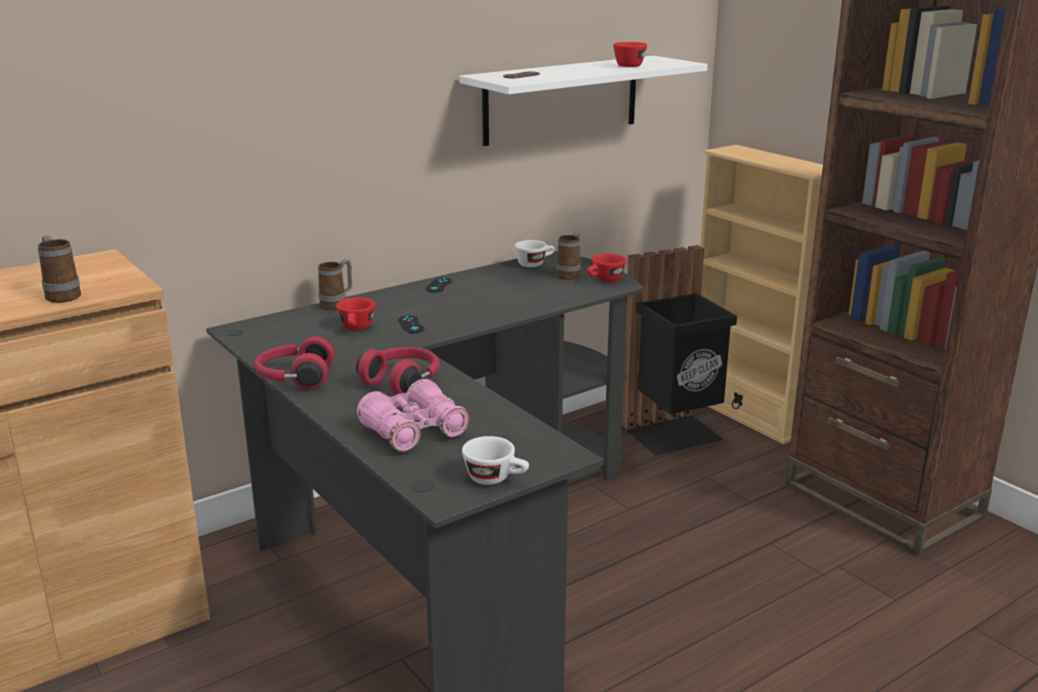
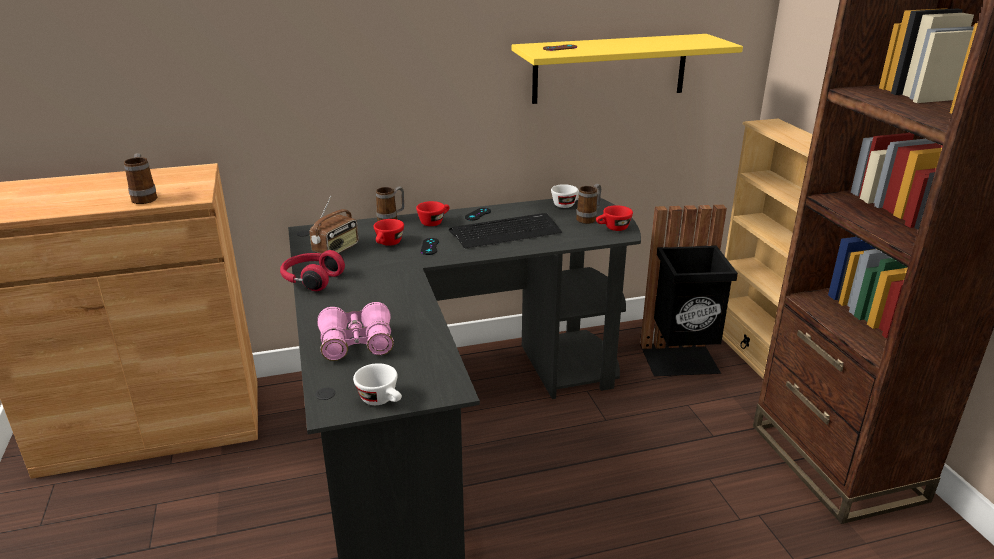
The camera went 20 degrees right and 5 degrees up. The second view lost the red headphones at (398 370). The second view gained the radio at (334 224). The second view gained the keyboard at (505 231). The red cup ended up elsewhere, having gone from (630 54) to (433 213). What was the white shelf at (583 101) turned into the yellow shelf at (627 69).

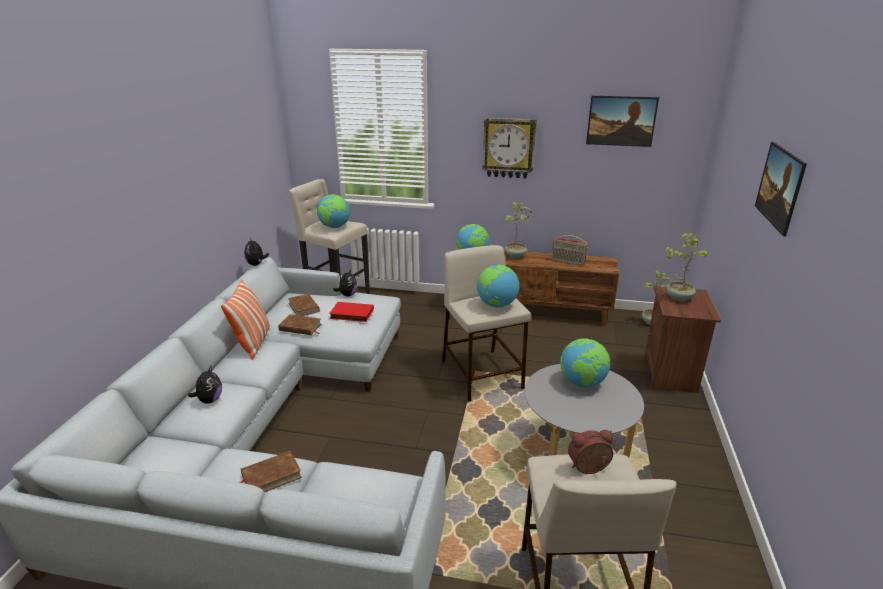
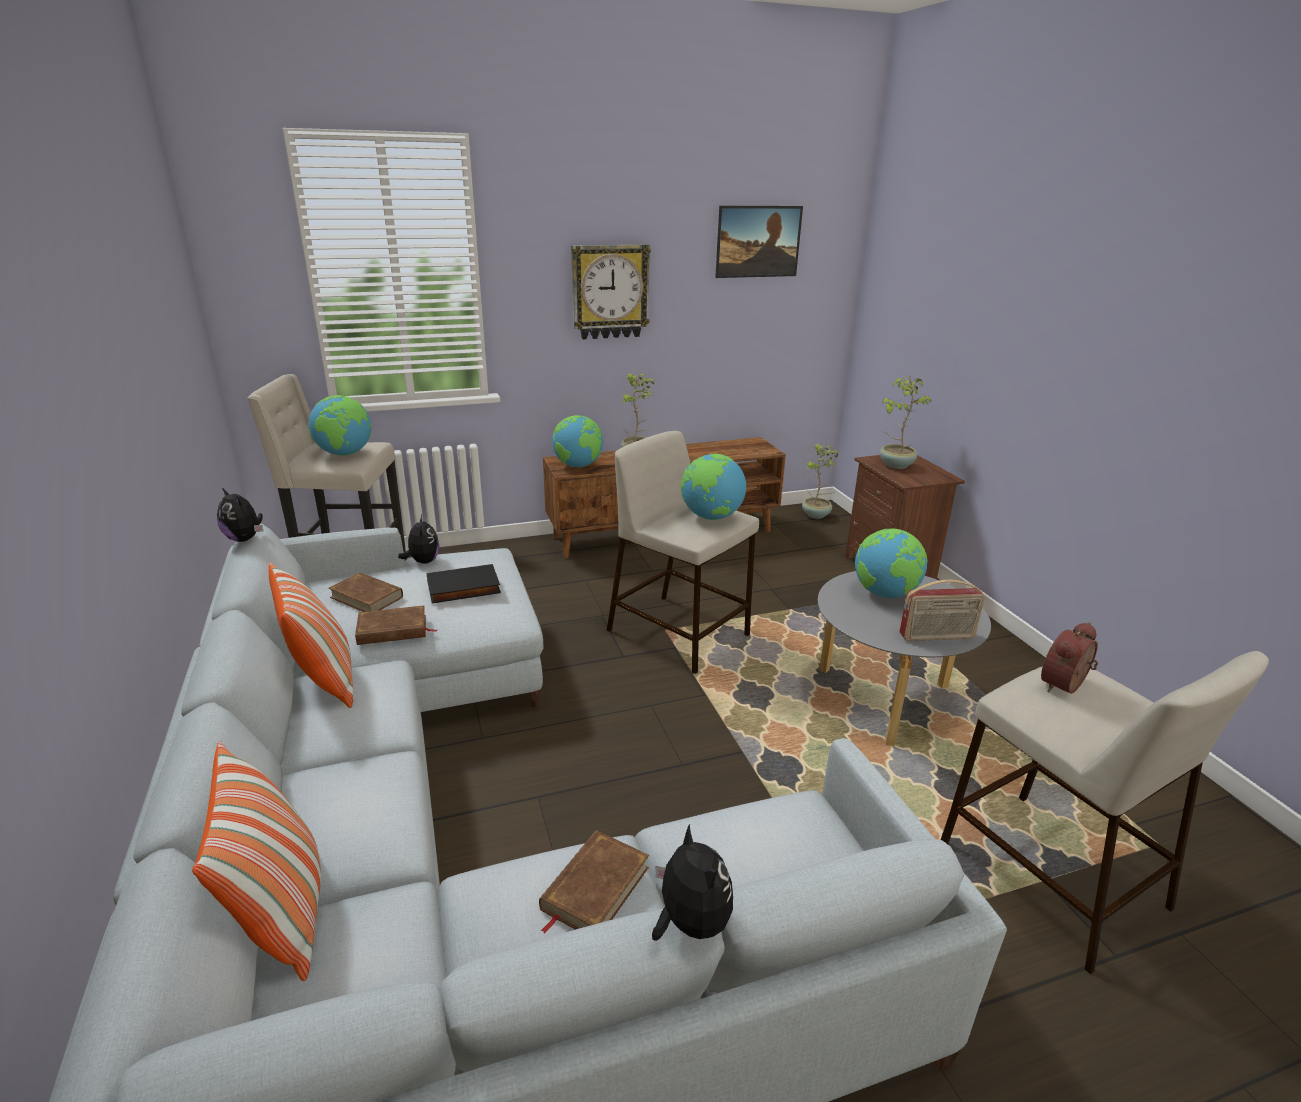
The camera went 30 degrees left and 0 degrees up. The second view lost the picture at (781 189). The second view gained the pillow at (256 861). The plush toy ended up elsewhere, having gone from (205 385) to (692 882). The radio ended up elsewhere, having gone from (570 250) to (942 610). What was the red book at (351 312) turned into the black book at (464 584).

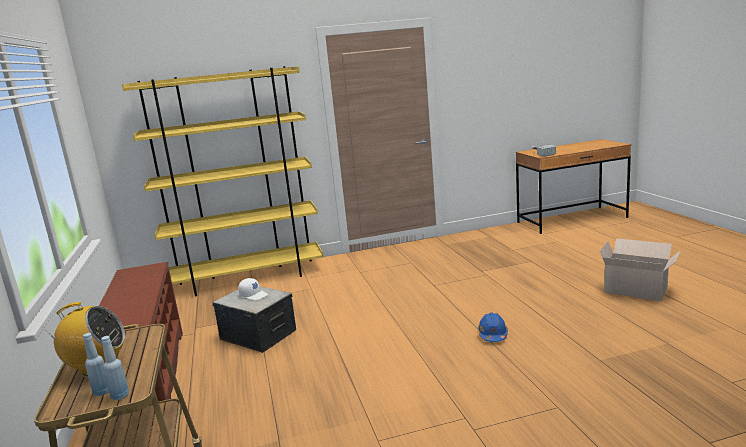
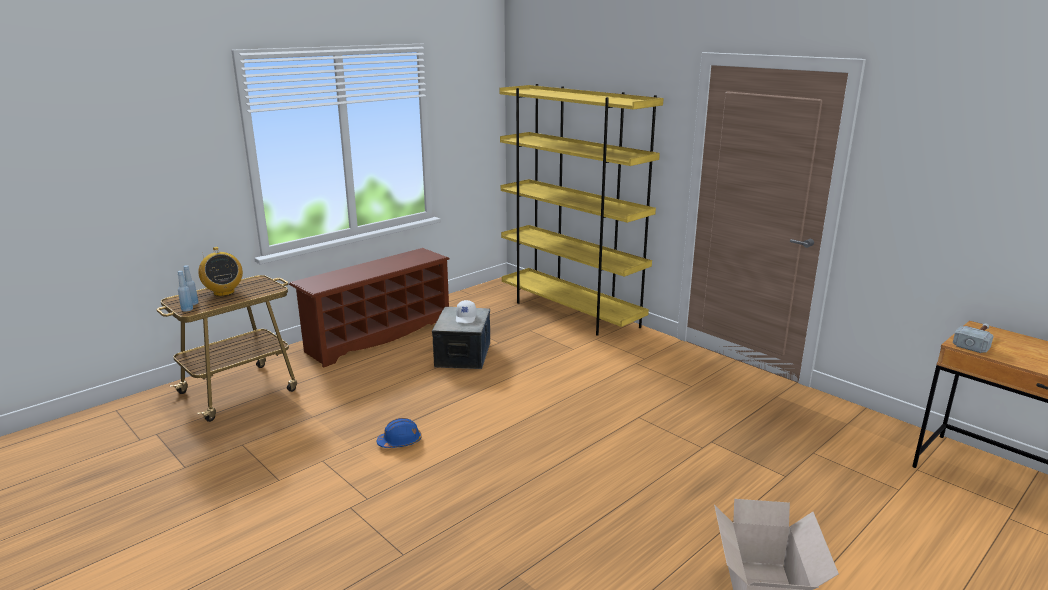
The camera went 60 degrees right and 5 degrees up. The blue hard hat ended up elsewhere, having gone from (492 327) to (399 433).

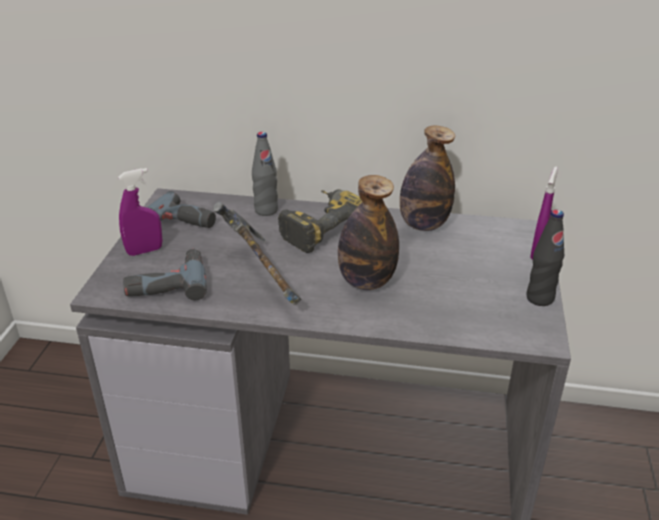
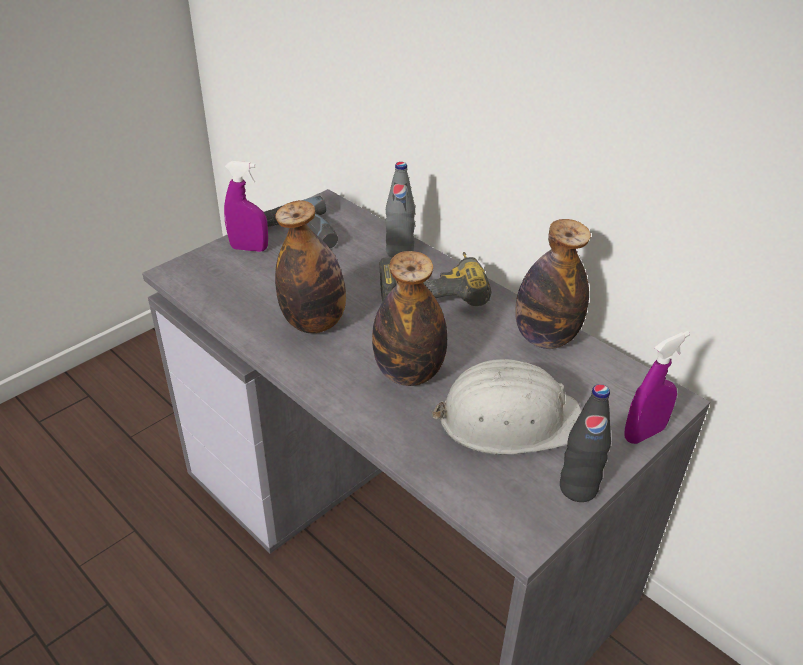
The camera went 35 degrees right and 5 degrees up. The second view lost the power drill at (165 274). The second view gained the white hard hat at (506 407). Where the hammer stood at (257 253), the bottle came to stand at (310 266).

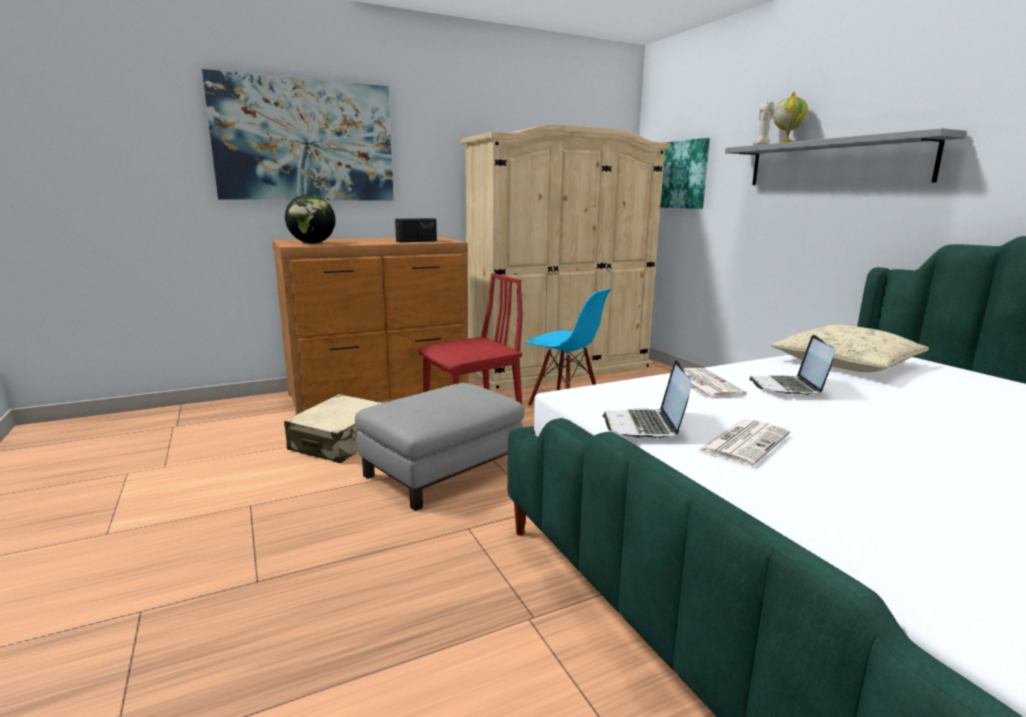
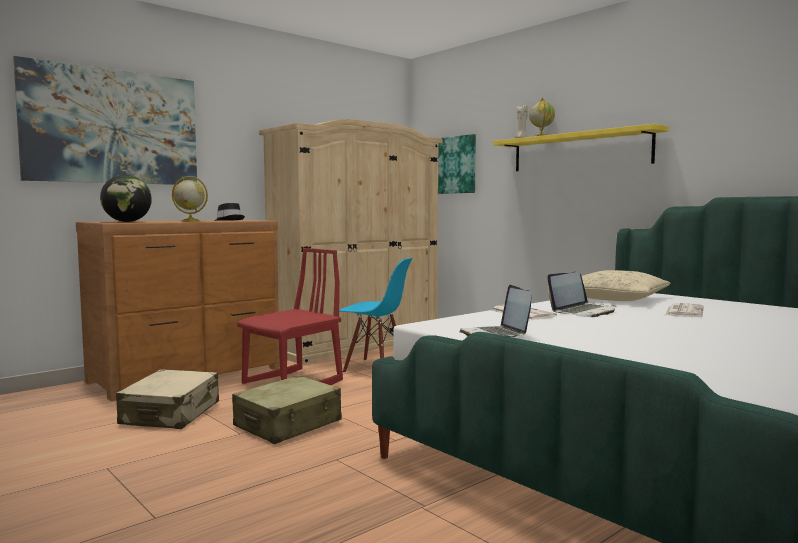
The camera went 15 degrees left and 10 degrees down. The second view gained the globe at (190 199). The newspaper ended up elsewhere, having gone from (744 443) to (684 310). Where the grey ottoman stood at (439 447), the beige suitcase came to stand at (287 409). Where the radio stood at (416 230), the black hat came to stand at (229 212). What was the grey shelf at (845 156) turned into the yellow shelf at (581 147). The laptop at (792 365) ended up facing another way, 120 degrees counterclockwise from before.

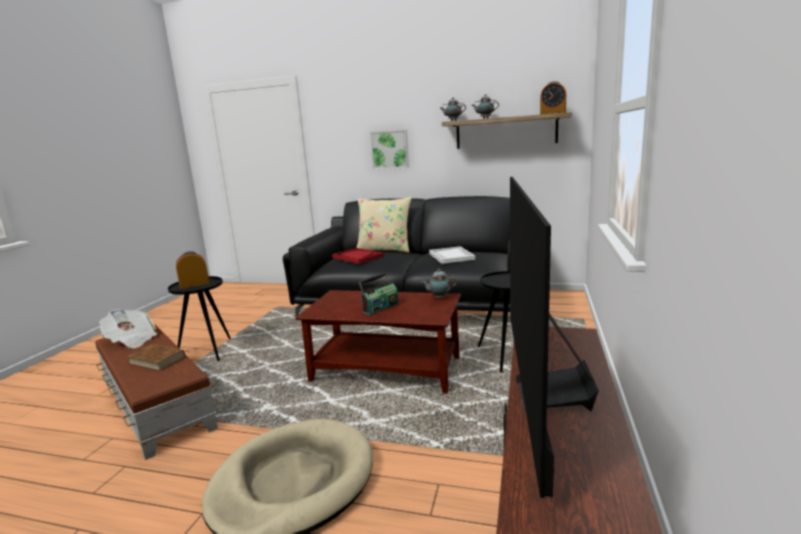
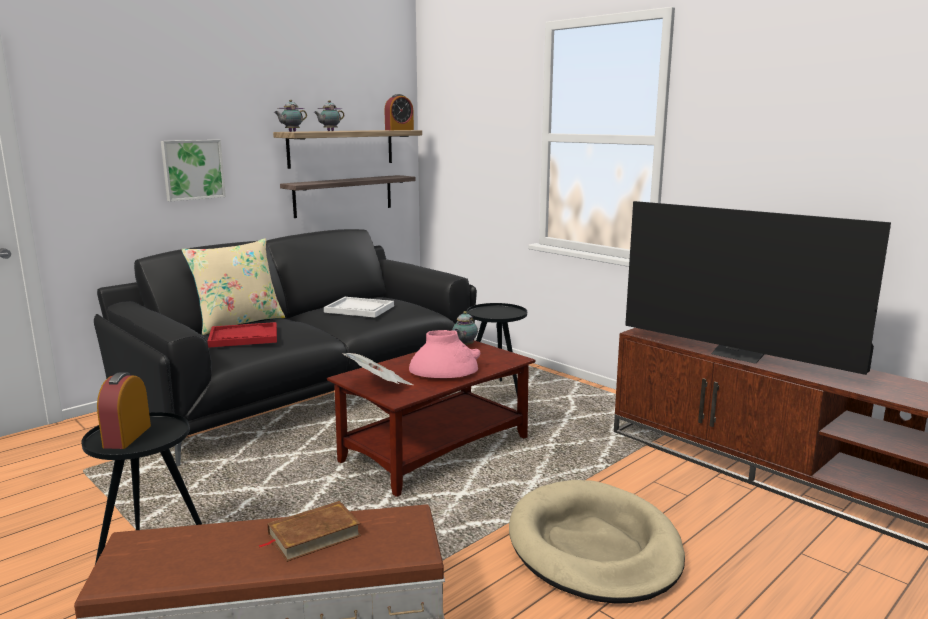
The camera went 60 degrees left and 0 degrees up. The second view gained the shelf at (348 196). The newspaper ended up elsewhere, having gone from (128 328) to (377 369). Where the radio stood at (379 294), the pink vase came to stand at (444 354).

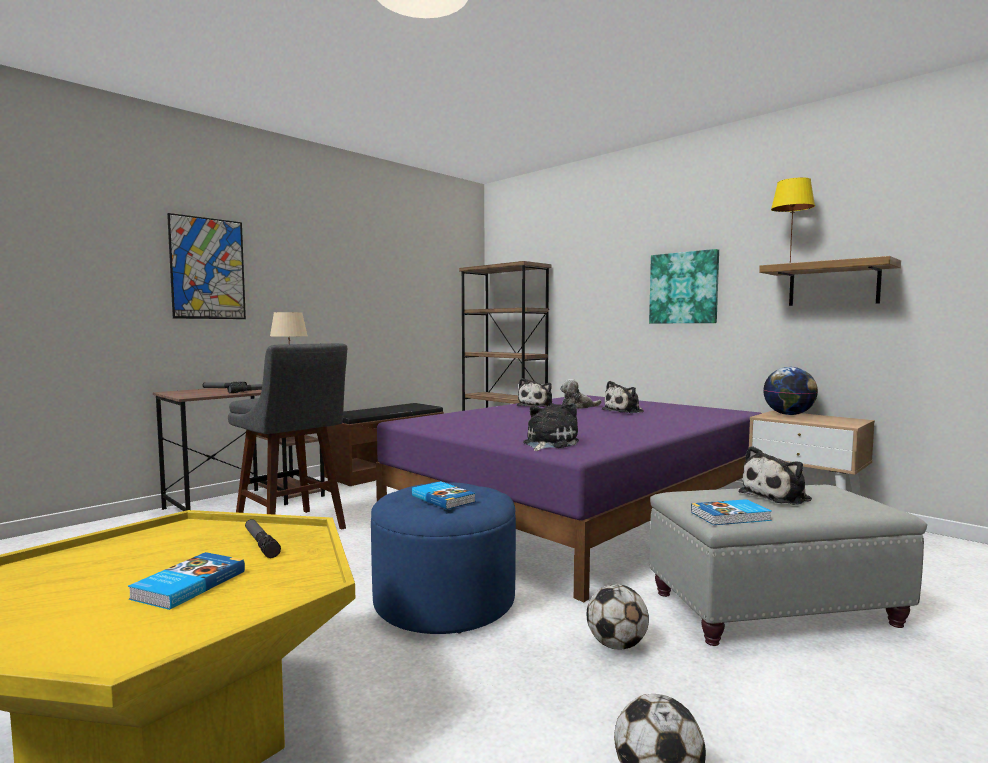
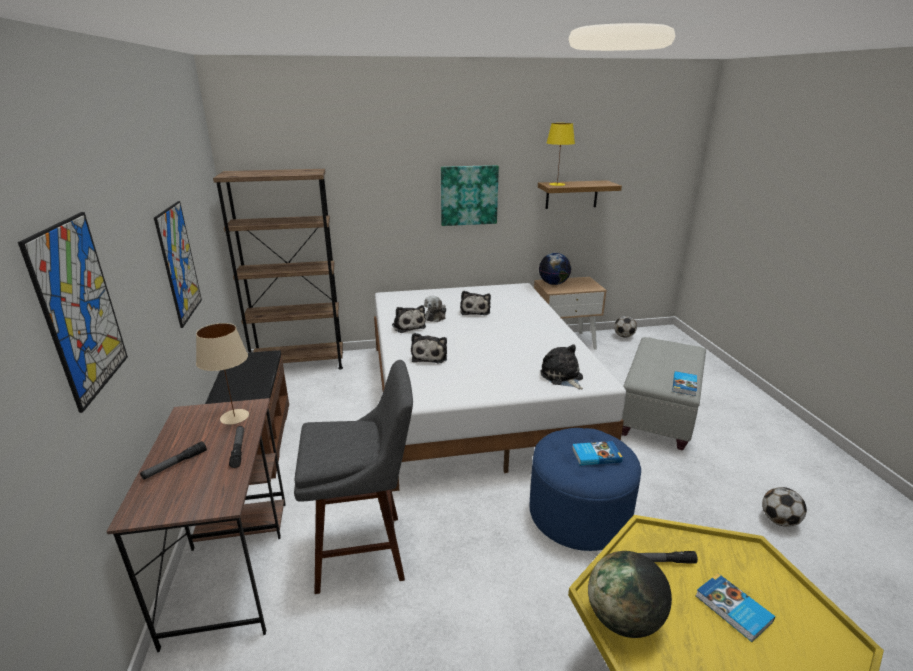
The camera went 55 degrees left and 20 degrees up. The second view gained the picture at (178 264). The second view gained the globe at (630 594). The football ended up elsewhere, having gone from (618 617) to (625 327). The plush toy ended up elsewhere, having gone from (775 475) to (429 348). What was the purple bed at (569 498) turned into the white bed at (500 387).

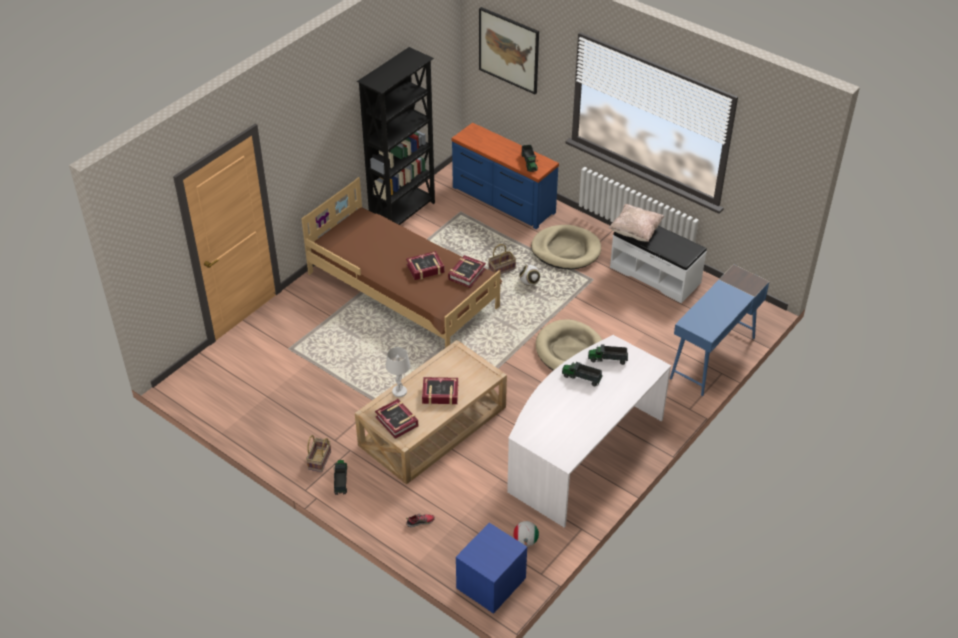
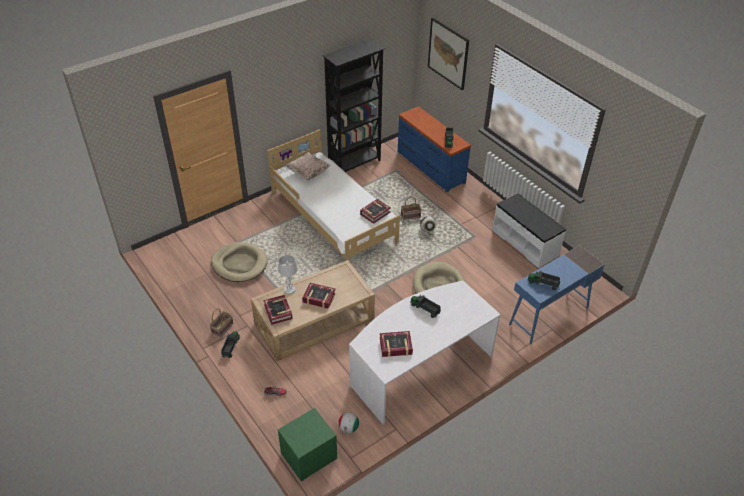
The camera went 15 degrees right and 0 degrees up. The book ended up elsewhere, having gone from (425 265) to (396 344). The beige dog bed ended up elsewhere, having gone from (566 247) to (239 262). The toy truck ended up elsewhere, having gone from (608 355) to (544 280). The beige pillow ended up elsewhere, having gone from (637 223) to (308 166). What was the brown bed at (401 262) turned into the white bed at (334 195). What was the blue nightstand at (491 568) turned into the green nightstand at (307 444).

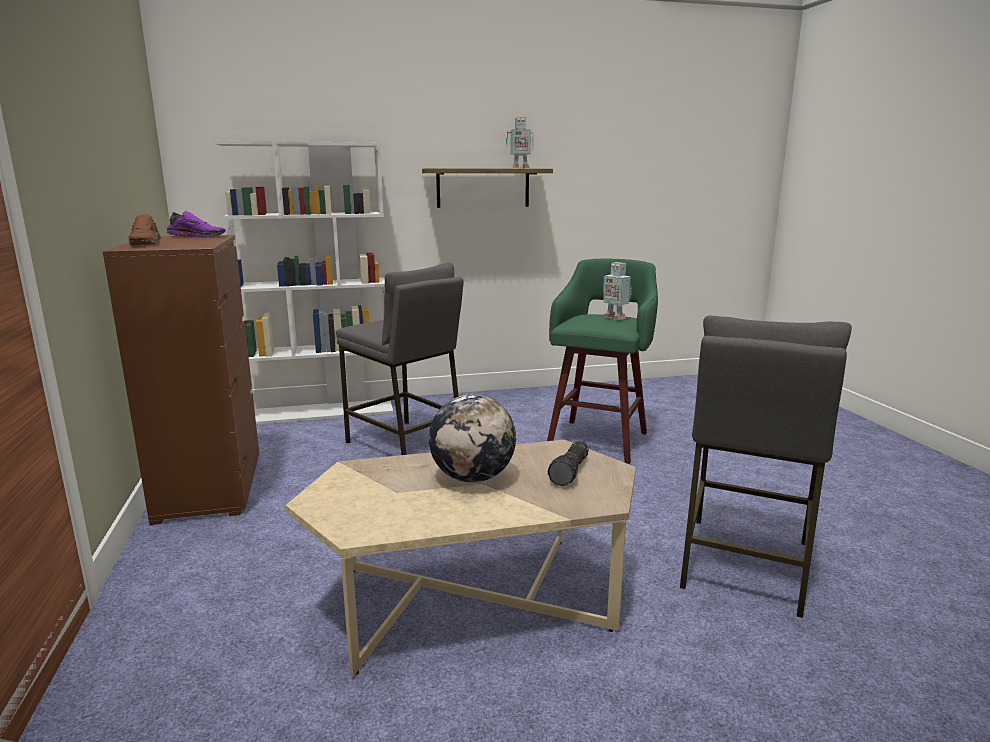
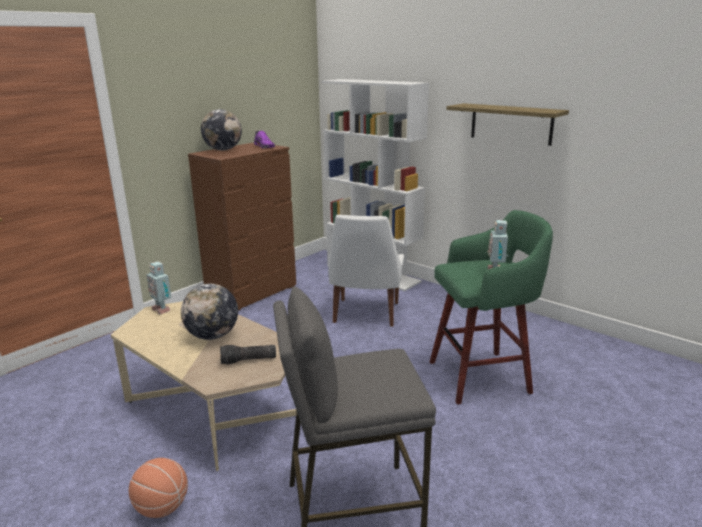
The camera went 55 degrees right and 5 degrees up. The second view gained the basketball at (158 488). The toy robot ended up elsewhere, having gone from (520 142) to (158 287). Where the brown shoe stood at (144 229), the globe came to stand at (221 129). Where the grey stool stood at (400 359), the white chair came to stand at (366 271).

